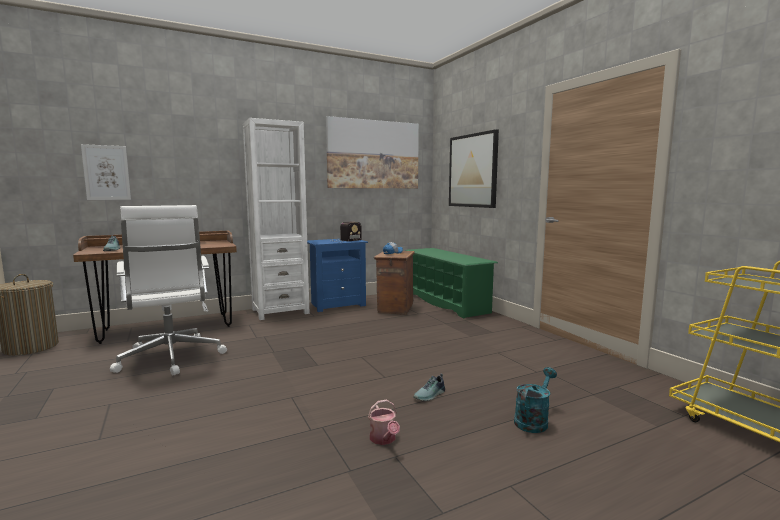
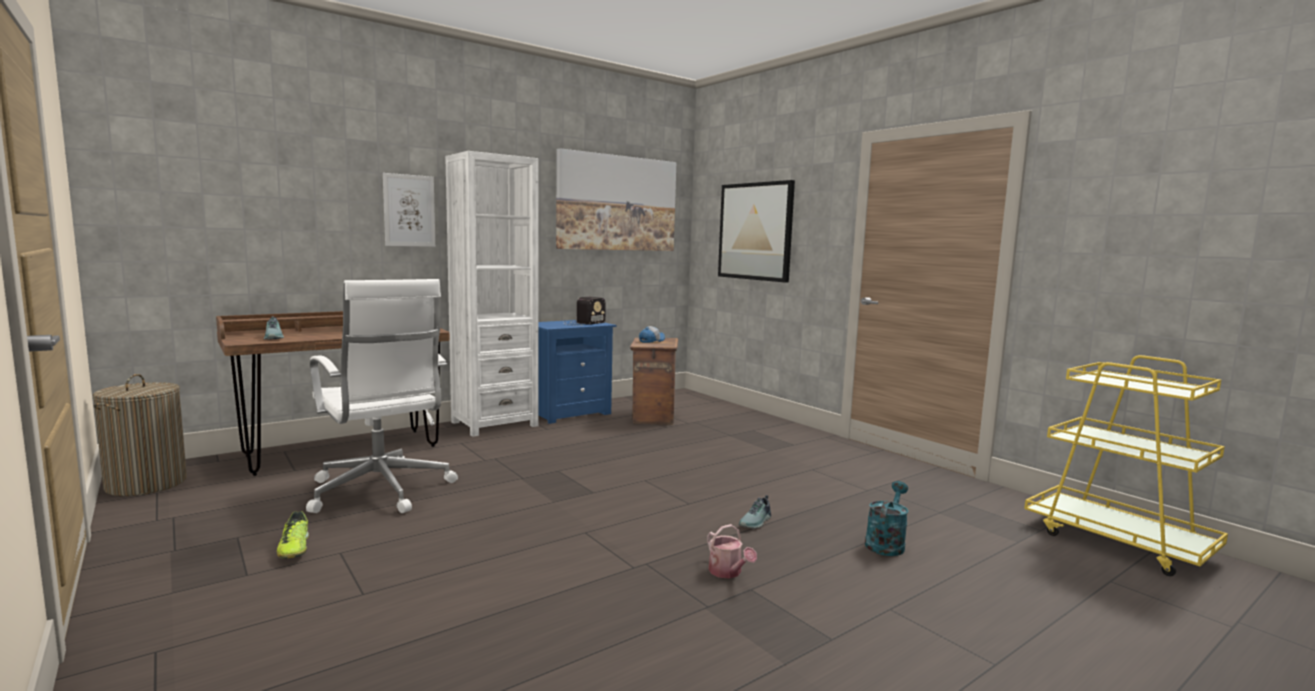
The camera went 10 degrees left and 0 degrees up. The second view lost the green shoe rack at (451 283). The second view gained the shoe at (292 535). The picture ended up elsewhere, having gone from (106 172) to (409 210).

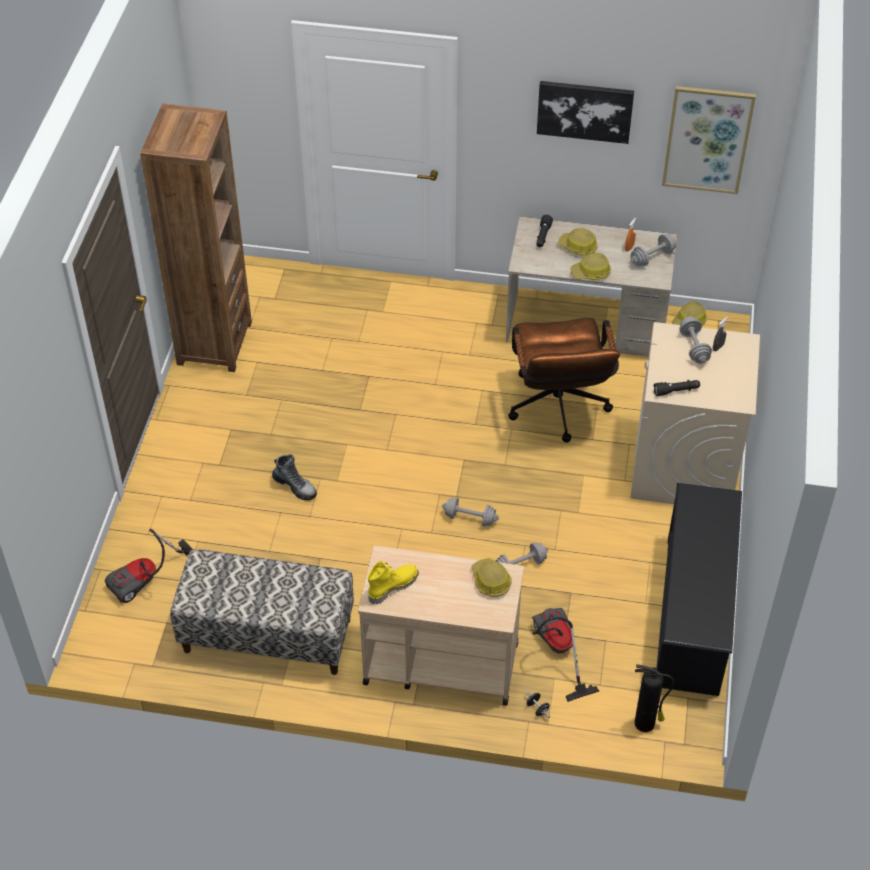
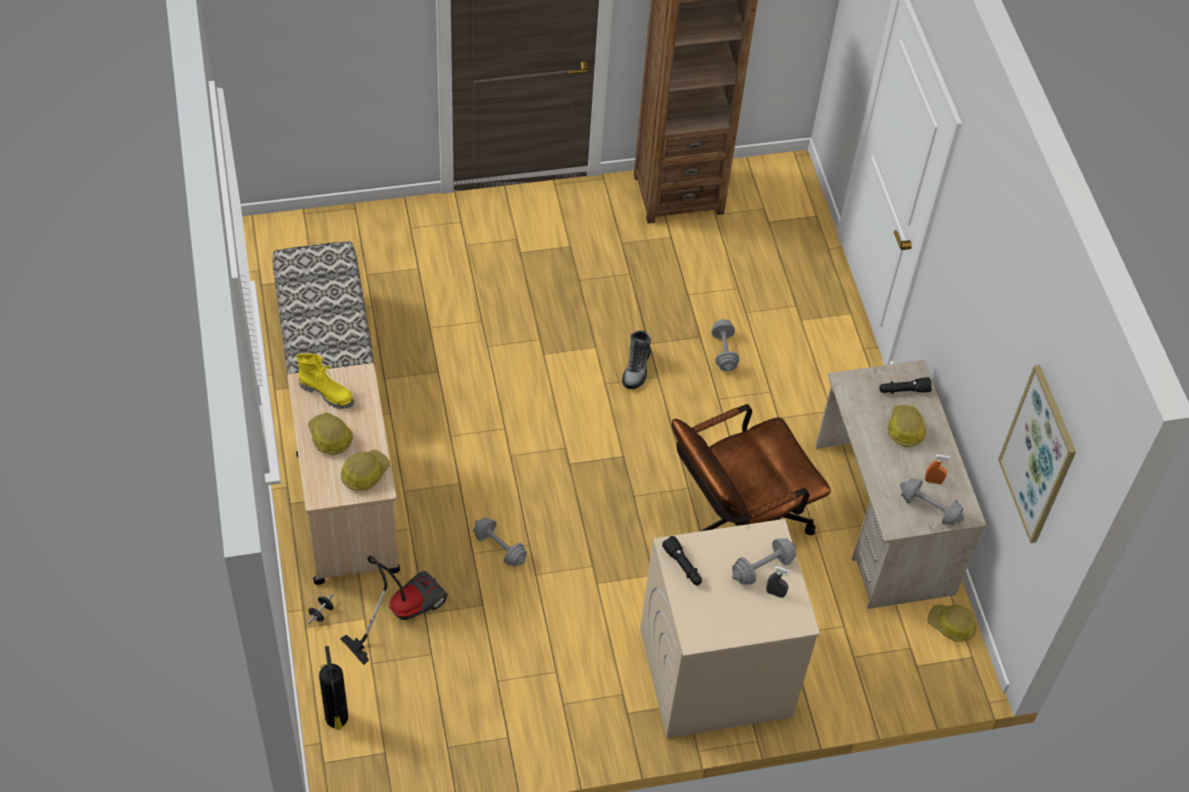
The camera went 65 degrees right and 5 degrees up. The second view lost the vacuum cleaner at (148 566). The second view lost the picture at (585 112). The second view lost the black shoe rack at (699 589). The boot ended up elsewhere, having gone from (294 477) to (636 359). The grey dumbbell ended up elsewhere, having gone from (470 512) to (725 345). The hard hat ended up elsewhere, having gone from (590 266) to (330 433).

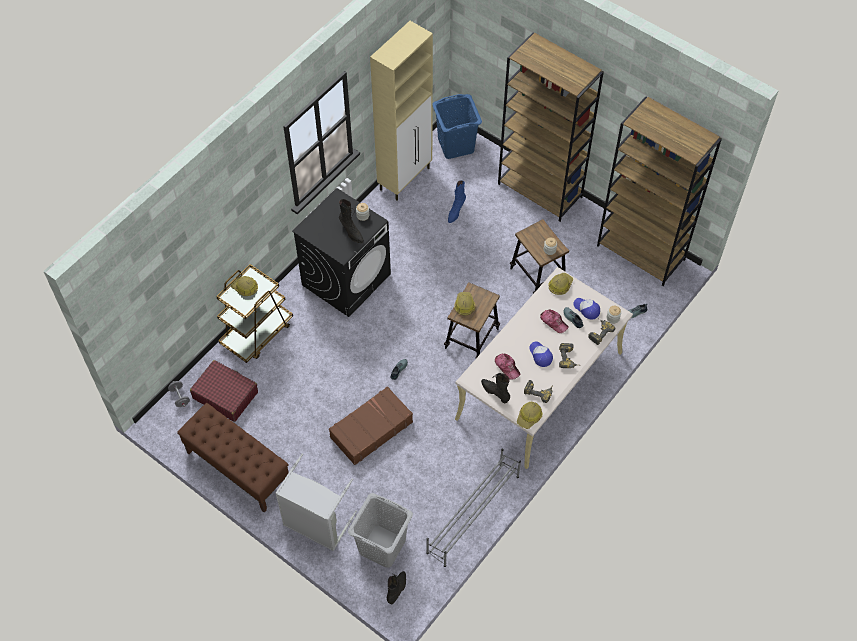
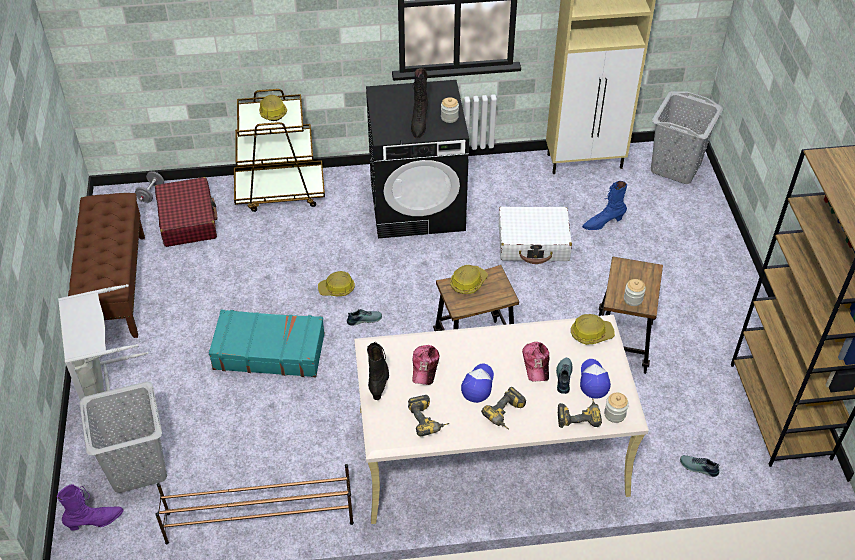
The camera went 45 degrees right and 10 degrees down. The second view lost the brown bookcase at (551 127). The second view gained the white suitcase at (535 235). The hard hat ended up elsewhere, having gone from (529 415) to (336 283). What was the brown suitcase at (371 425) turned into the turquoise suitcase at (267 343). What was the black boot at (396 587) turned into the purple boot at (90 507). What was the grey shoe rack at (473 507) turned into the brown shoe rack at (254 504). What was the blue laundry basket at (457 126) turned into the grey laundry basket at (687 137).

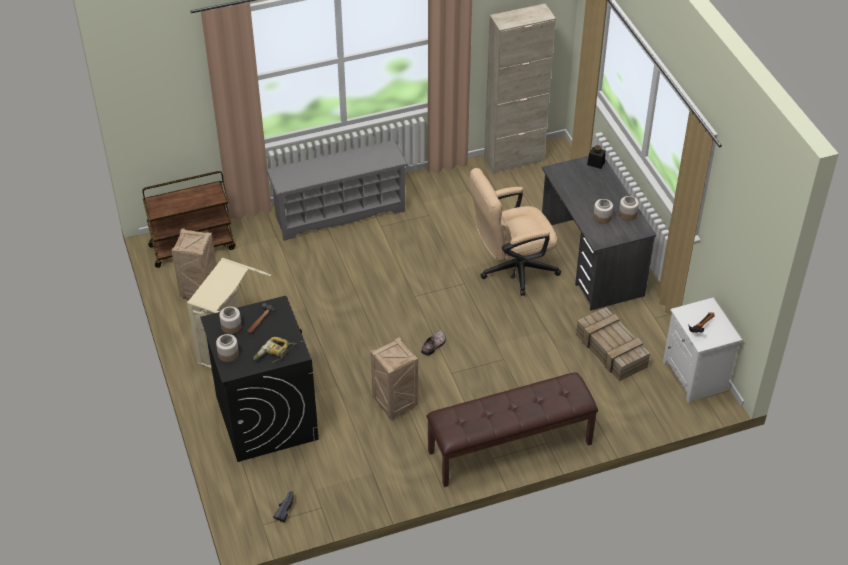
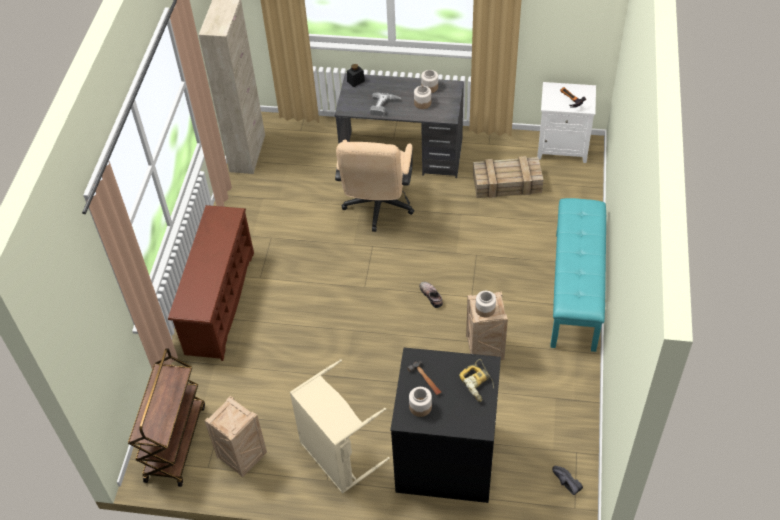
The camera went 60 degrees left and 5 degrees up. The second view gained the power drill at (385 104). The jar ended up elsewhere, having gone from (227 348) to (485 304). What was the grey shoe rack at (337 190) turned into the brown shoe rack at (211 283). What was the brown bench at (512 429) turned into the turquoise bench at (578 275).

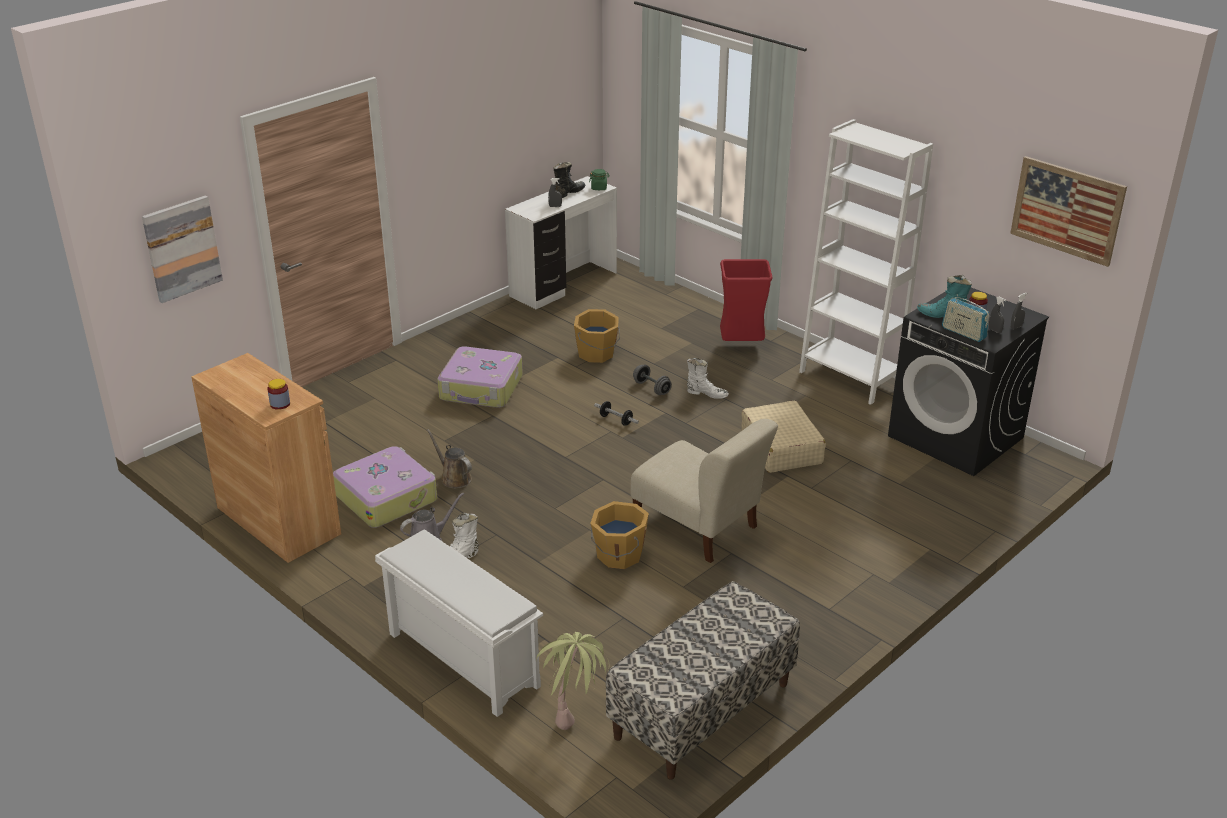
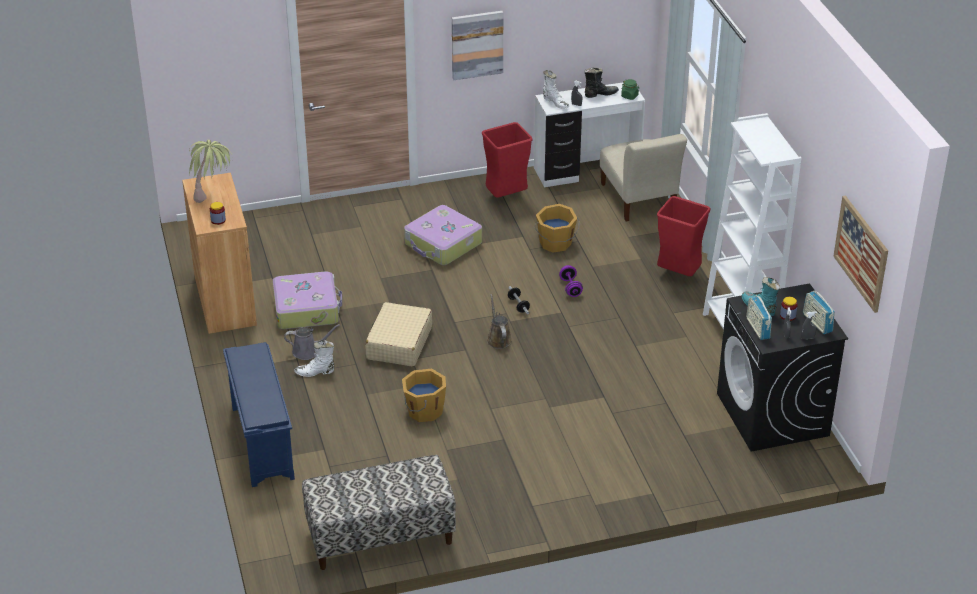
The camera went 30 degrees right and 5 degrees up. The second view gained the red trash can at (507 160). The second view gained the radio at (819 312). The picture ended up elsewhere, having gone from (182 249) to (477 45). The brown watering can ended up elsewhere, having gone from (449 458) to (499 321). The potted plant ended up elsewhere, having gone from (573 681) to (211 171). The beige chair ended up elsewhere, having gone from (704 491) to (643 177). The white boot ended up elsewhere, having gone from (708 378) to (556 89). The beige suitcase ended up elsewhere, having gone from (783 437) to (398 334). What was the white shoe rack at (459 623) turned into the blue shoe rack at (259 414). What was the grey dumbbell at (652 380) turned into the purple dumbbell at (571 281).

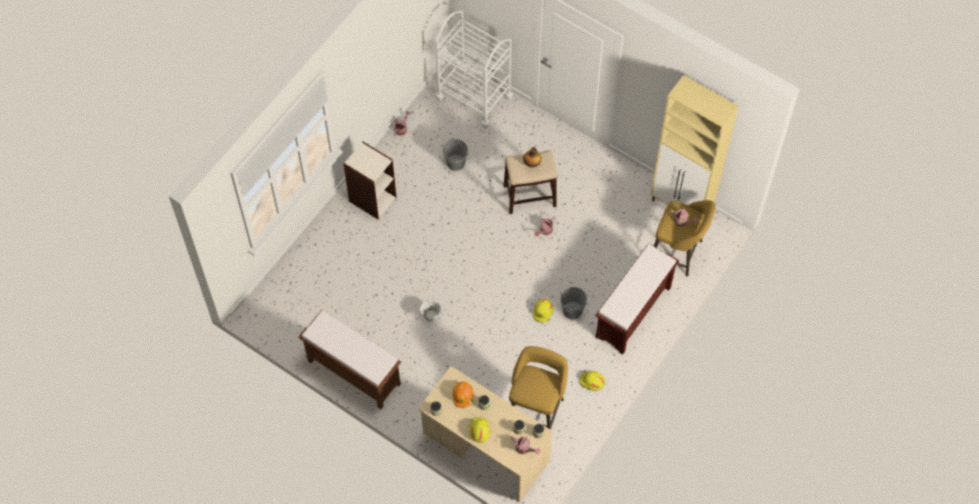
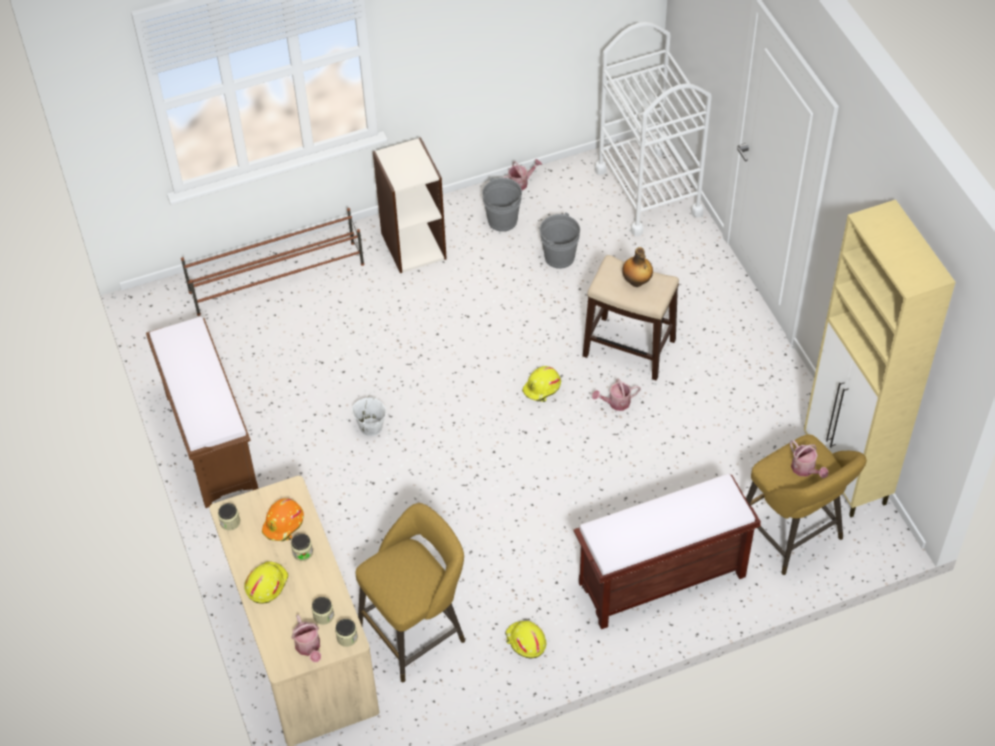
The camera went 35 degrees right and 10 degrees down. The second view gained the brown shoe rack at (272 262). The yellow hard hat ended up elsewhere, having gone from (544 311) to (541 384). The grey bucket ended up elsewhere, having gone from (574 303) to (502 204).

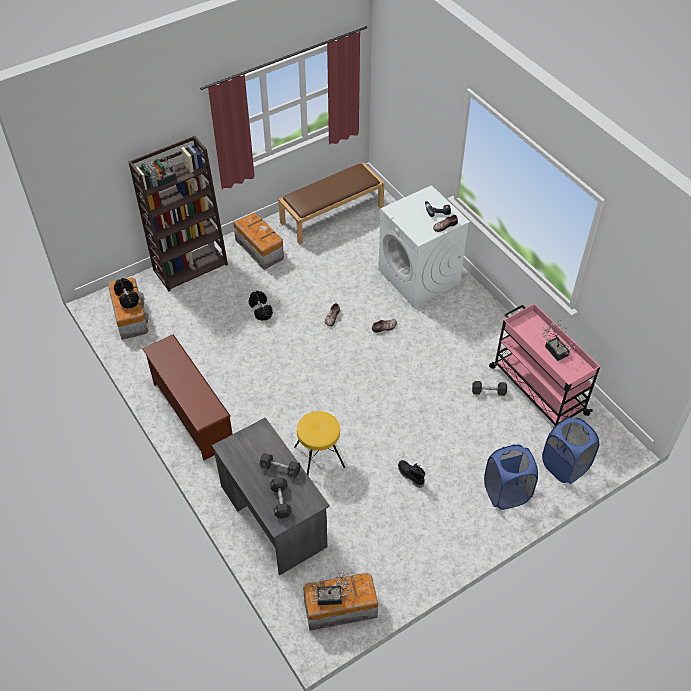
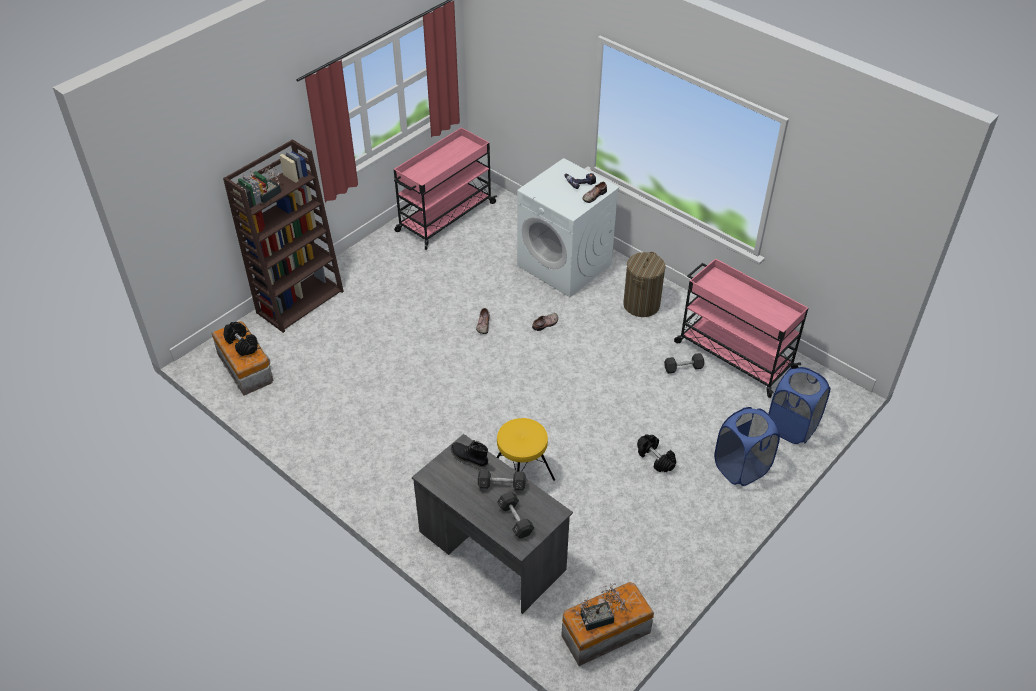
The camera went 15 degrees left and 5 degrees down. The second view lost the brown shoe rack at (187 397). The second view lost the storage box at (258 241). The second view lost the potted plant at (559 340). The second view gained the laundry basket at (644 284). The black dumbbell ended up elsewhere, having gone from (261 306) to (656 453). The black boot ended up elsewhere, having gone from (411 474) to (470 455). Where the brown bench stood at (331 203), the pink cart came to stand at (445 188).

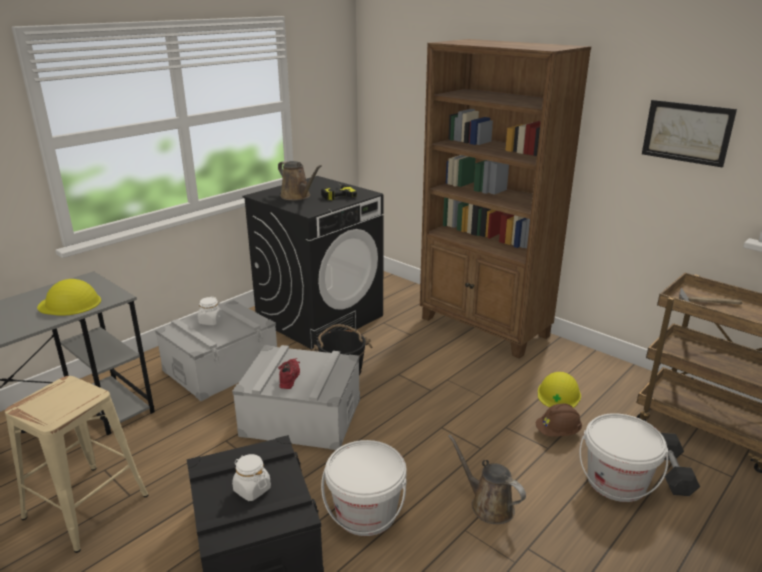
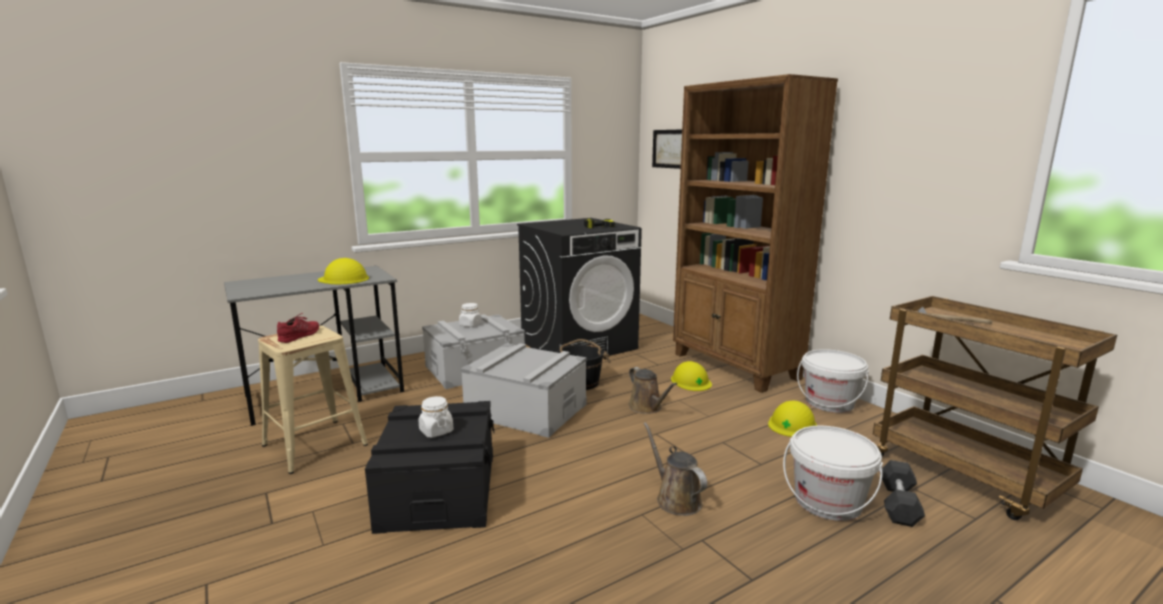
The camera went 15 degrees right and 10 degrees down. The second view lost the brown hard hat at (559 420). The second view gained the yellow hard hat at (691 376). The brown watering can ended up elsewhere, having gone from (300 180) to (653 390). The red shoe ended up elsewhere, having gone from (289 373) to (298 328). The white bucket ended up elsewhere, having gone from (364 488) to (833 381). The picture ended up elsewhere, having gone from (689 134) to (667 149).

